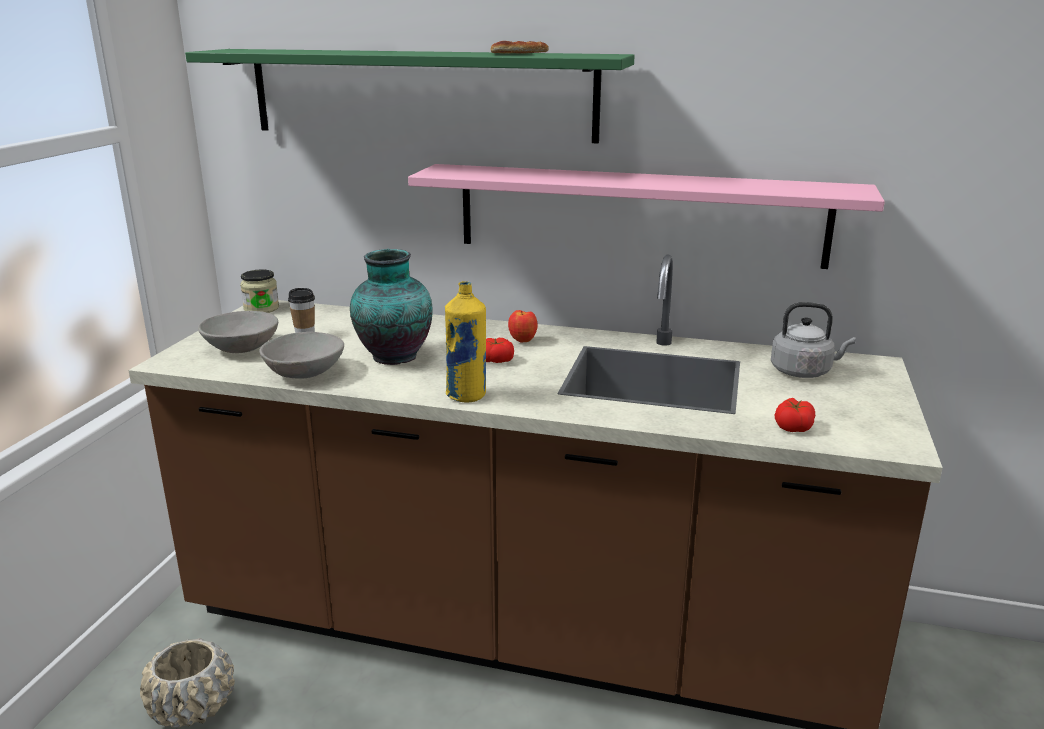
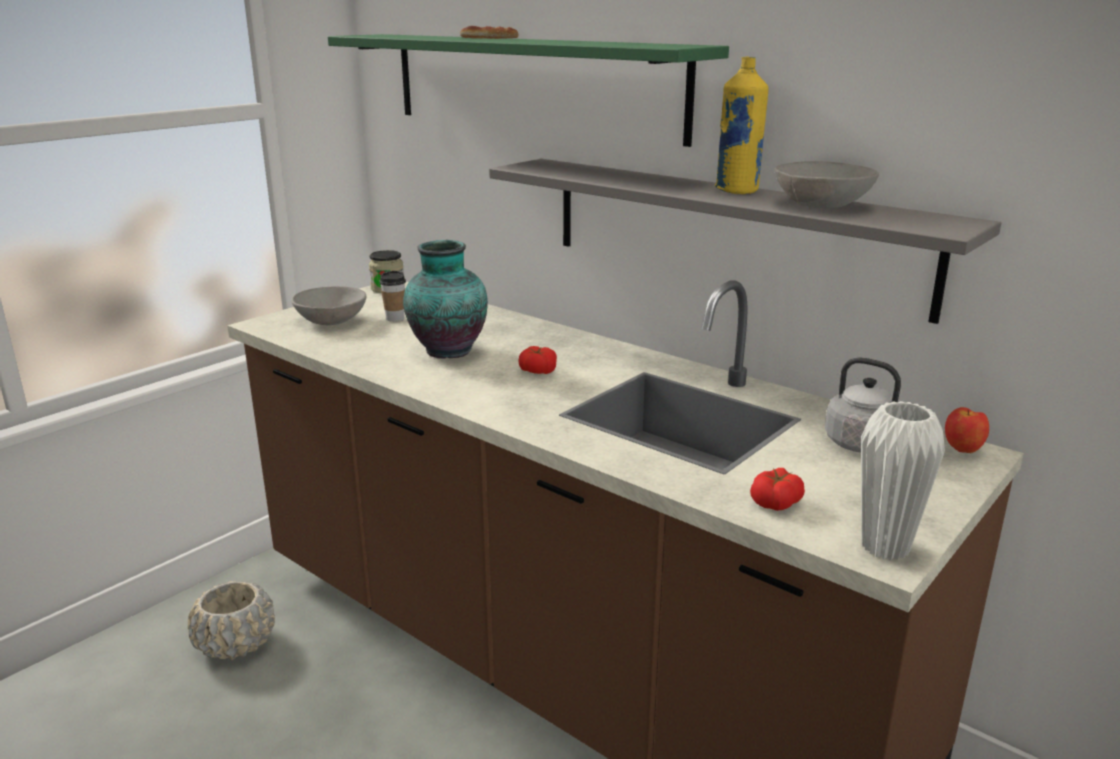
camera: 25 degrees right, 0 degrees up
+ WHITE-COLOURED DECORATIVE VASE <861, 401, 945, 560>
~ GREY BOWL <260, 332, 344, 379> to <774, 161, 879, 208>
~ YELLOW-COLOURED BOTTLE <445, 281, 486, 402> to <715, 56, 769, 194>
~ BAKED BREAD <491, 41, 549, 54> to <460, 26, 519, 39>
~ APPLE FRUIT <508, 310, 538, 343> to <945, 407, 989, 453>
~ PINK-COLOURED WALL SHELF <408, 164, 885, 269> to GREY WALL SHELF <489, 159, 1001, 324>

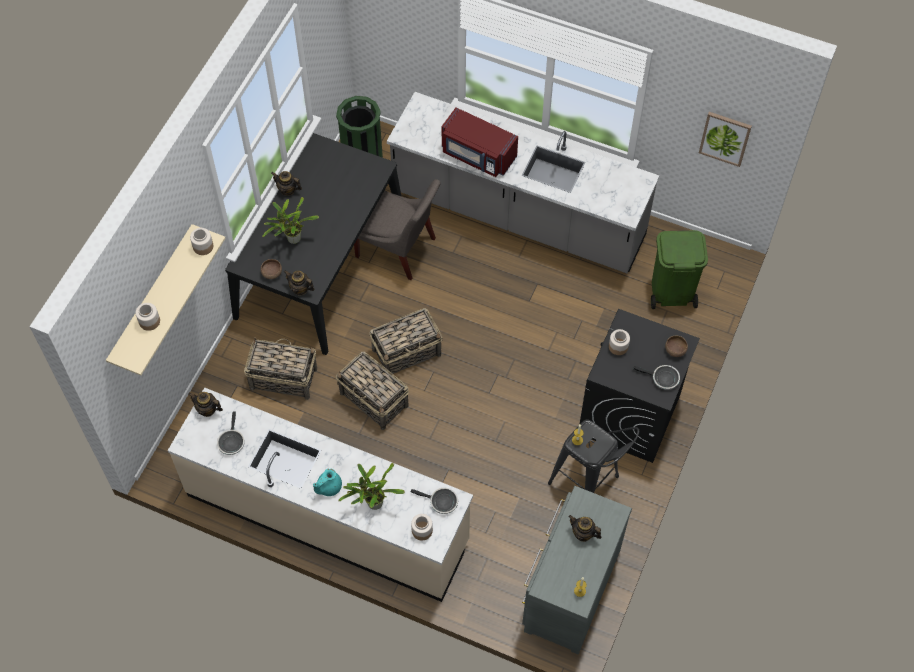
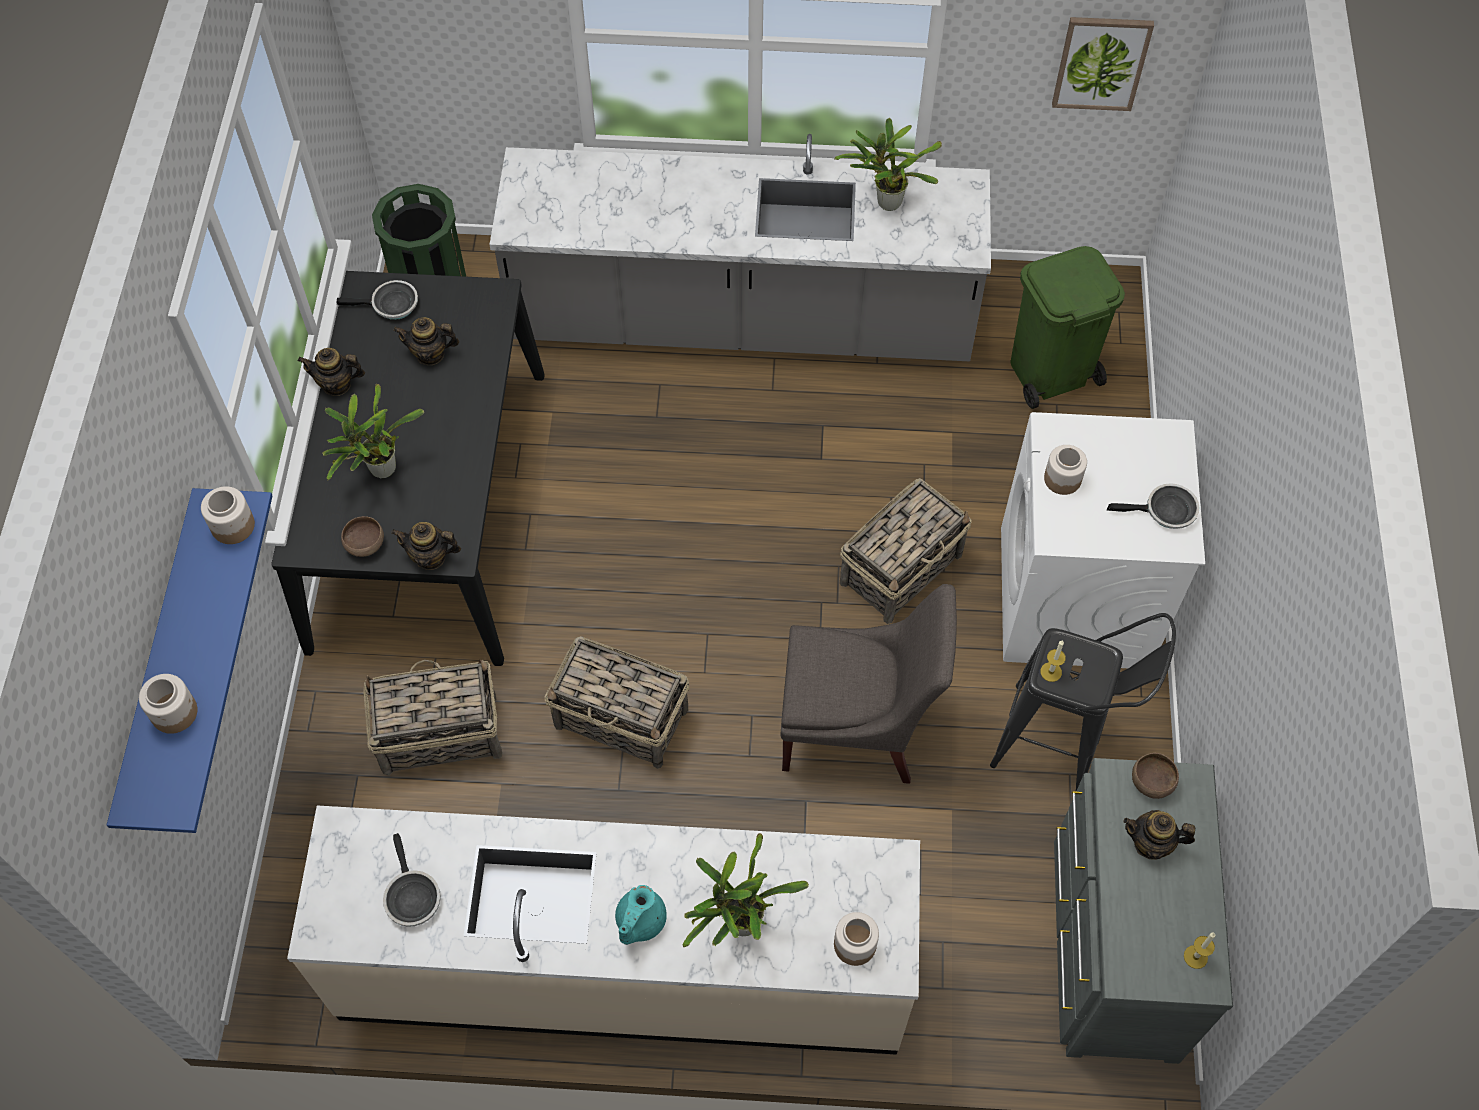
camera: 20 degrees left, 0 degrees up
- RED MICROWAVE <441, 107, 518, 177>
+ POTTED PLANT <835, 118, 942, 211>
~ TEAPOT <188, 392, 223, 417> to <393, 317, 459, 365>
~ GREY PLAIN CHAIR <354, 179, 441, 280> to <780, 584, 957, 784>
~ STORAGE BASKET <369, 308, 442, 374> to <840, 478, 972, 624>
~ FRYING PAN <411, 488, 458, 514> to <337, 280, 418, 320>
~ BROWN BOWL <665, 336, 688, 357> to <1132, 753, 1179, 799>
~ SAND-COLOURED WALL SHELF <106, 224, 226, 376> to BLUISH WALL SHELF <107, 488, 273, 833>
~ BLACK-COLOURED LAUNDRY APPLIANCE <580, 309, 700, 463> to WHITE-COLOURED LAUNDRY APPLIANCE <1001, 412, 1205, 668>

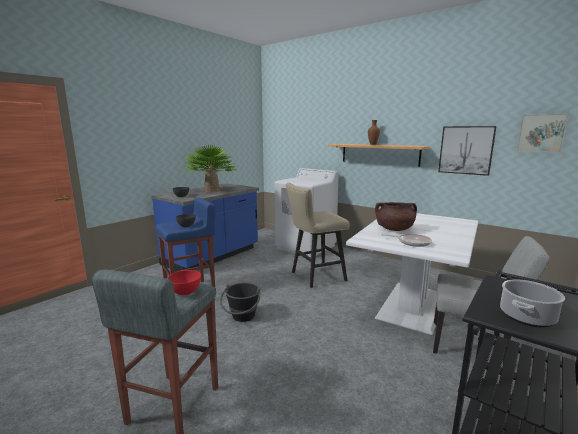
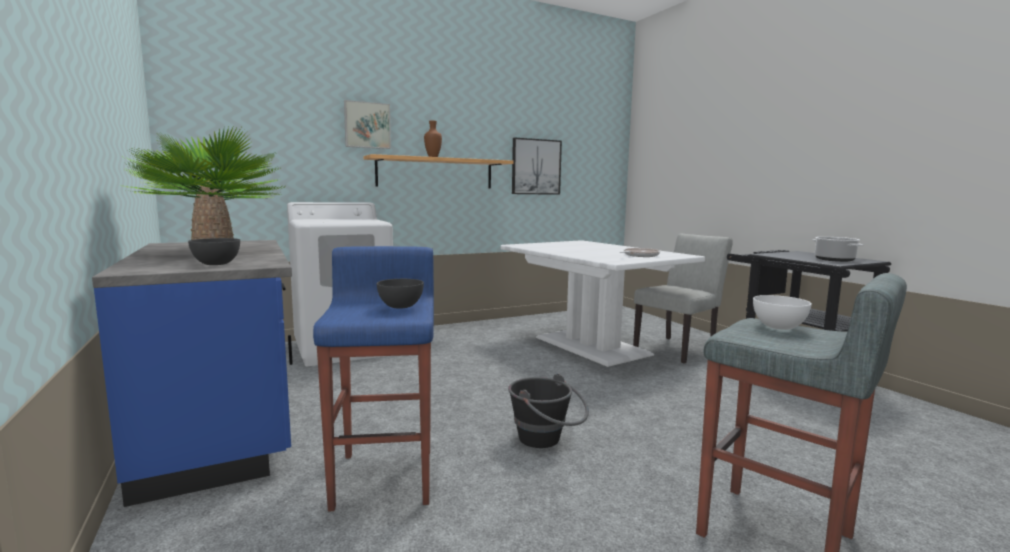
camera: 65 degrees left, 5 degrees down
- SAND-COLOURED STOOL <286, 183, 350, 288>
- BROWN COOKING POT <375, 202, 417, 231>
~ WALL PICTURE <517, 114, 569, 153> to <344, 100, 391, 149>
~ RED BOWL <167, 270, 201, 295> to WHITE-COLOURED BOWL <753, 295, 812, 330>

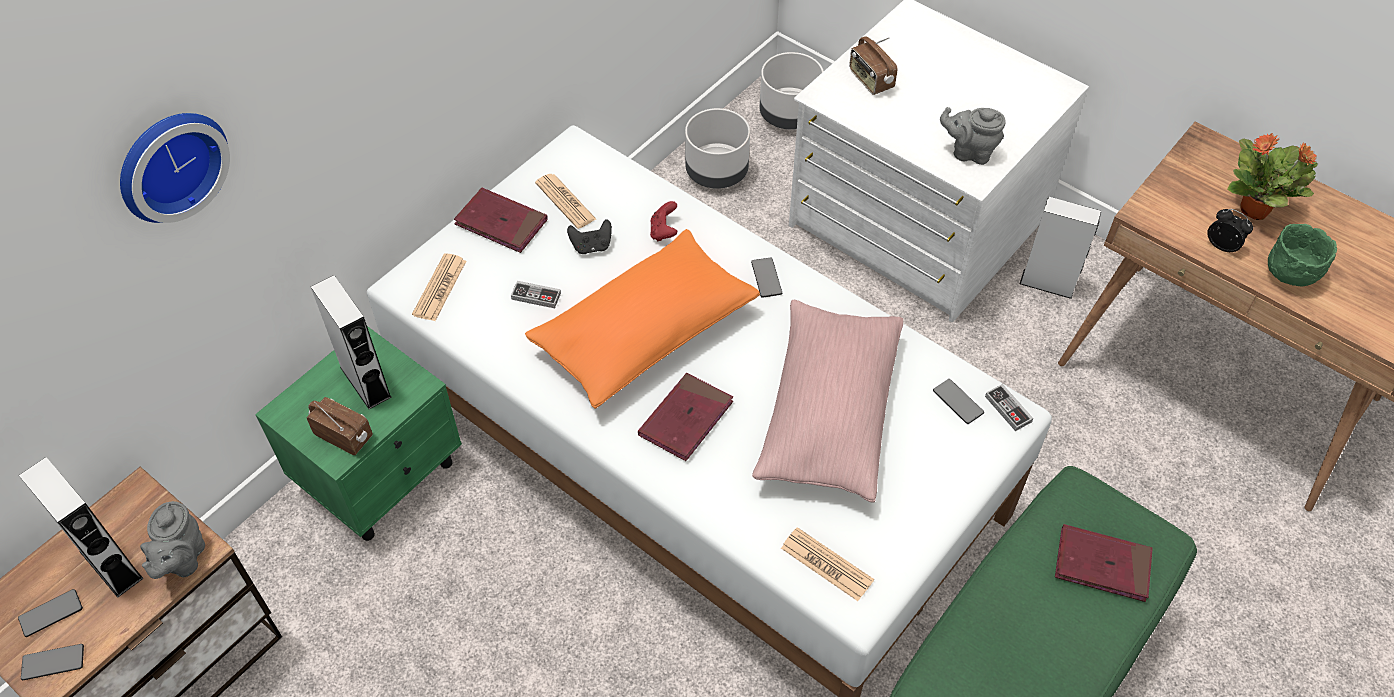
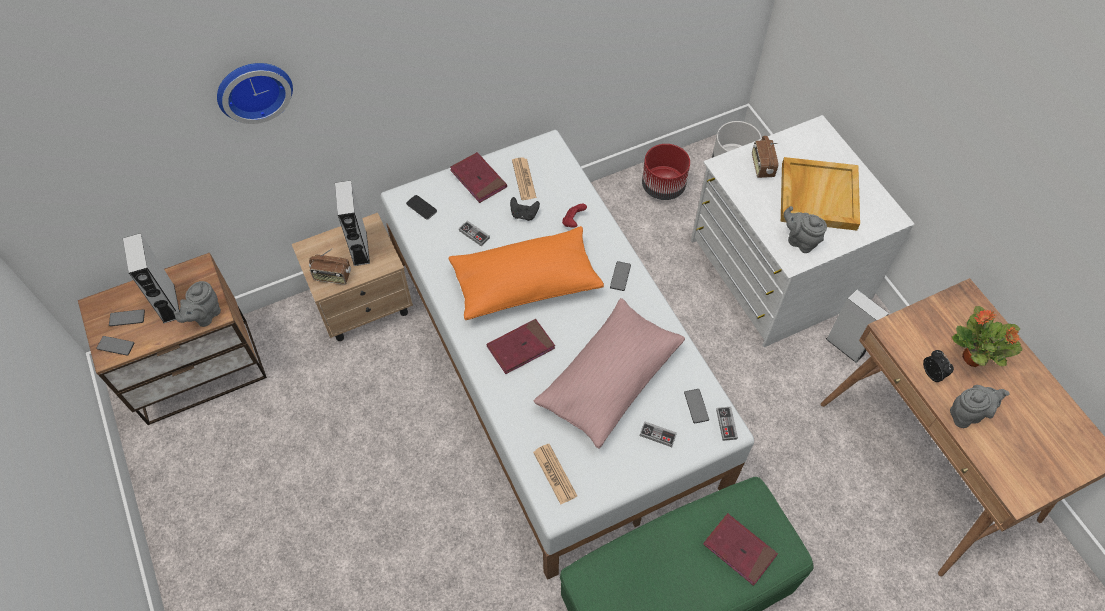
camera: 25 degrees right, 5 degrees up
+ GAME CONTROLLER <640, 421, 677, 447>
+ SAND-COLOURED CARRYING TRAY <781, 157, 860, 231>
~ NEWSPAPER <412, 254, 466, 321> to PHONE <406, 195, 437, 220>
~ GREEN-COLOURED BOWL <1268, 224, 1337, 287> to GREY TEAPOT <950, 385, 1010, 428>
~ GREEN-COLOURED NIGHT TABLE <255, 326, 462, 541> to SAND-COLOURED NIGHT TABLE <292, 213, 413, 341>
~ GREY PLANTER <685, 108, 750, 189> to RED PLANTER <642, 144, 690, 200>
~ RADIO RECEIVER <307, 397, 373, 455> = <309, 248, 351, 285> 135 degrees clockwise

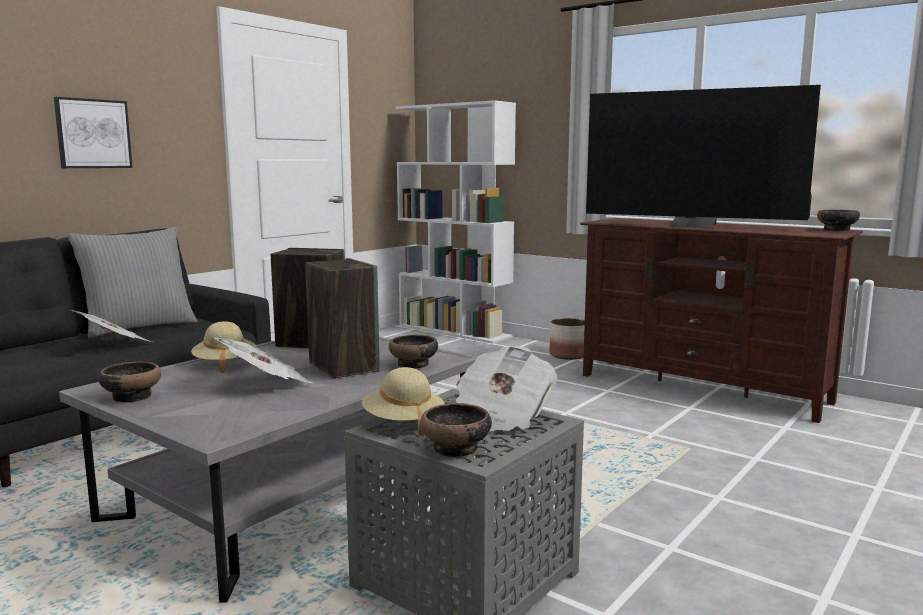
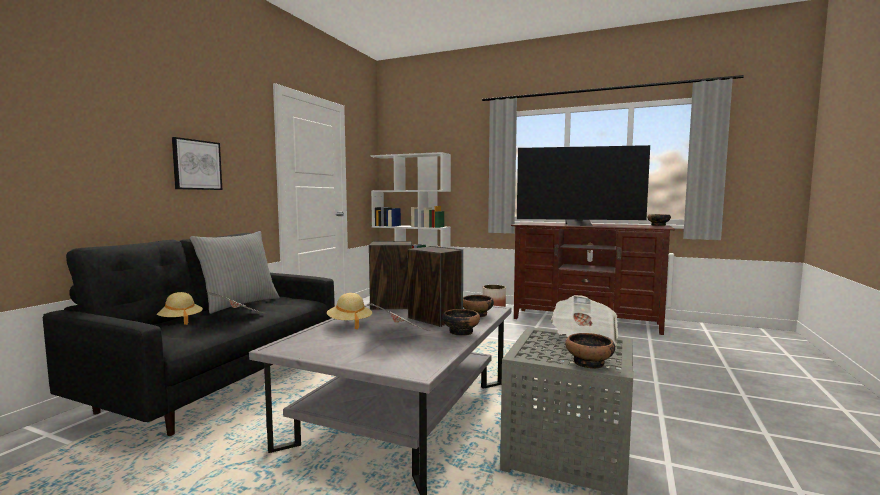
camera: 15 degrees left, 5 degrees down
~ BOWL <98, 362, 161, 403> to <442, 309, 480, 336>
~ SAND-COLOURED CLOTHING HAT <362, 367, 445, 436> to <157, 292, 203, 325>

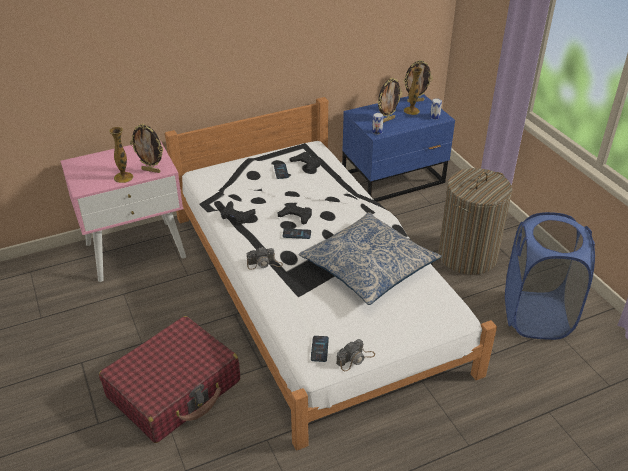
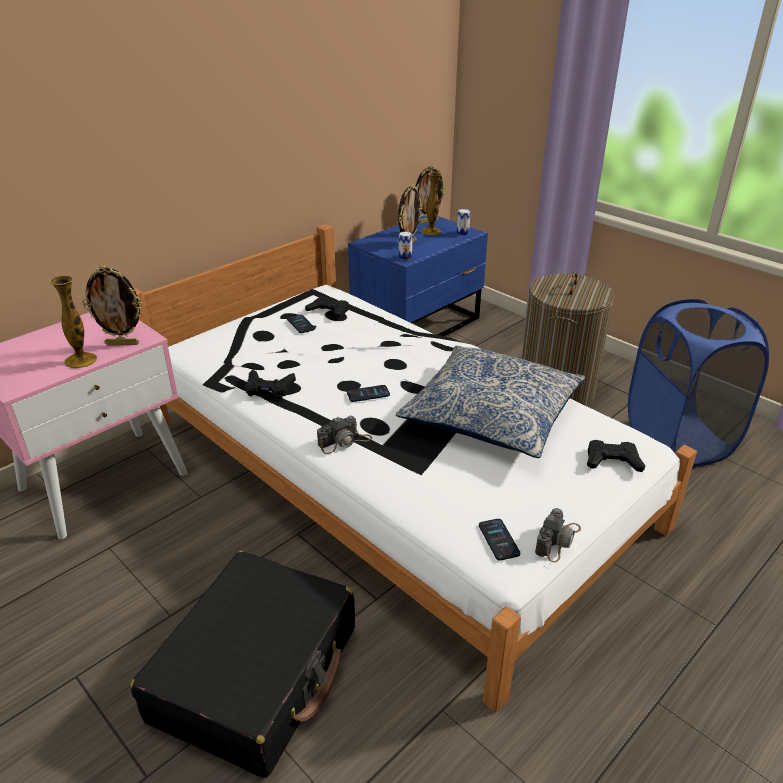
camera: 20 degrees left, 5 degrees down
~ BLACK-COLOURED GAME CONTROLLER <278, 203, 312, 225> to <587, 440, 645, 472>
~ RED PIECE OF LUGGAGE <99, 316, 240, 443> to BLACK-COLOURED PIECE OF LUGGAGE <130, 551, 355, 778>

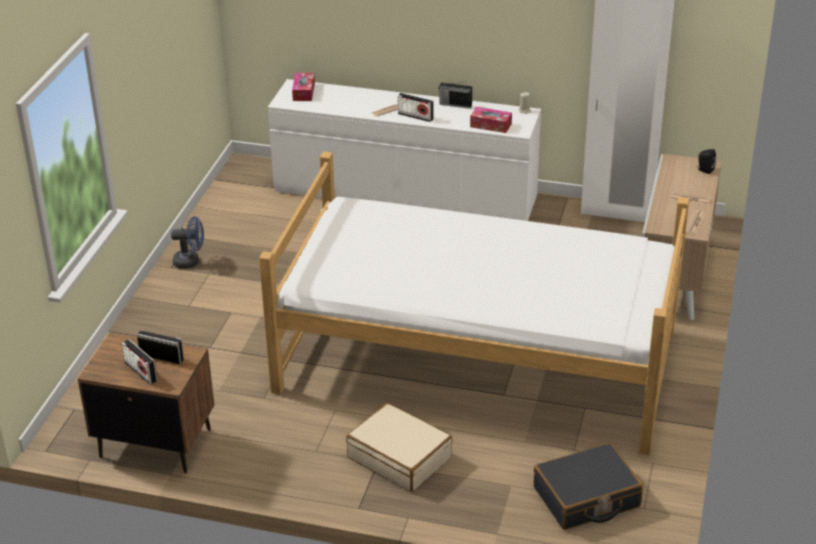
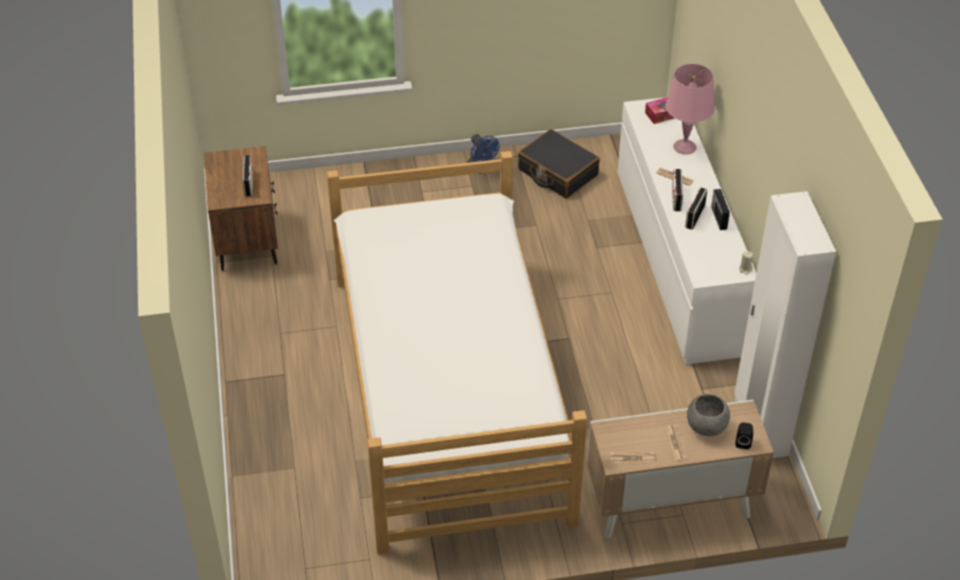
camera: 65 degrees right, 10 degrees up
- SAND-COLOURED PIECE OF LUGGAGE <346, 403, 453, 492>
- TISSUE HOLDER <470, 107, 512, 133>
+ PINK-COLOURED TABLETOP LAMP <666, 64, 714, 155>
+ GREY BOWL <687, 394, 730, 436>
~ RADIO RECEIVER <122, 339, 158, 384> to <685, 187, 707, 230>
~ BLACK-COLOURED PIECE OF LUGGAGE <534, 443, 643, 530> to <518, 129, 600, 198>

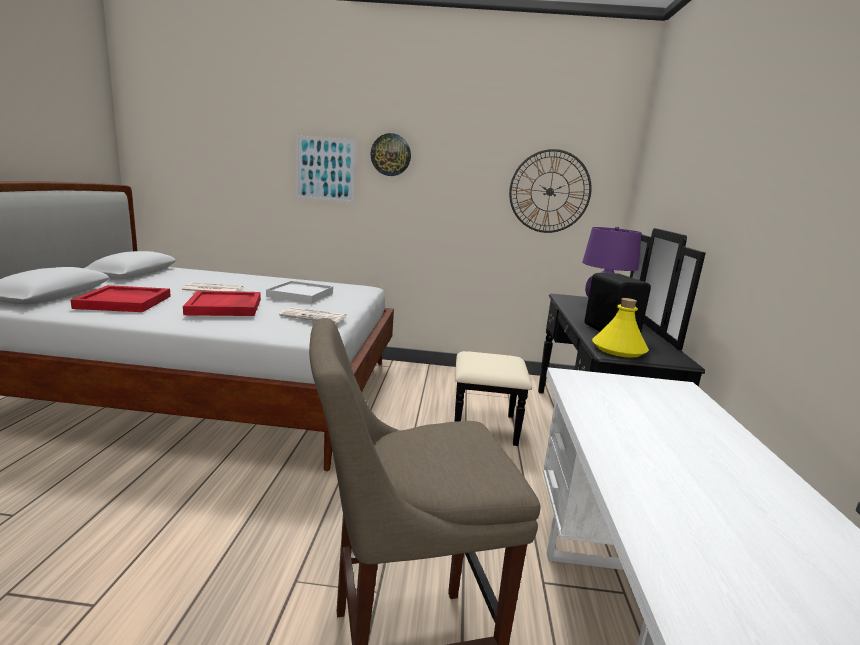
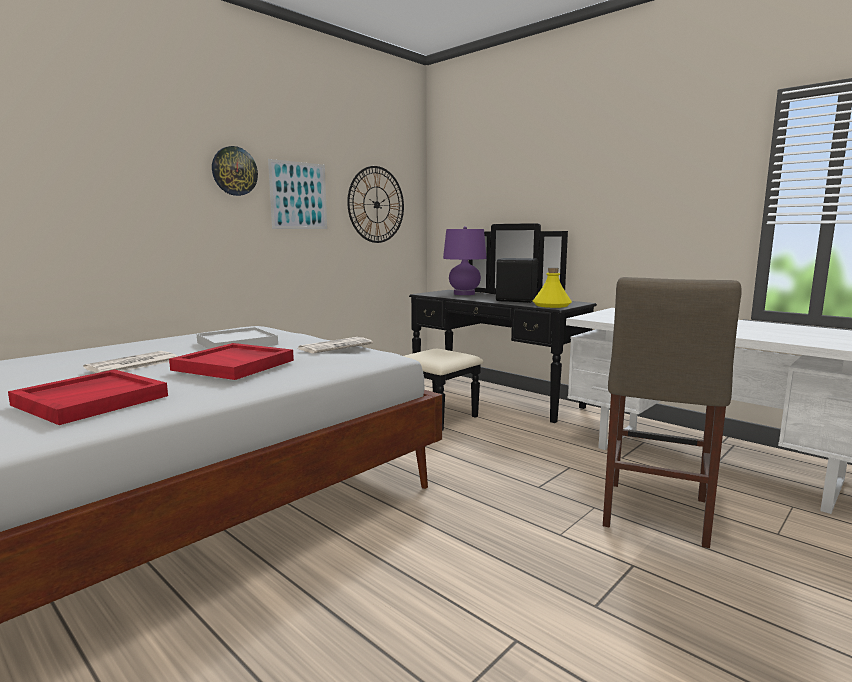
camera: 50 degrees left, 5 degrees down
~ WALL PICTURE <296, 135, 356, 203> to <268, 159, 327, 229>

